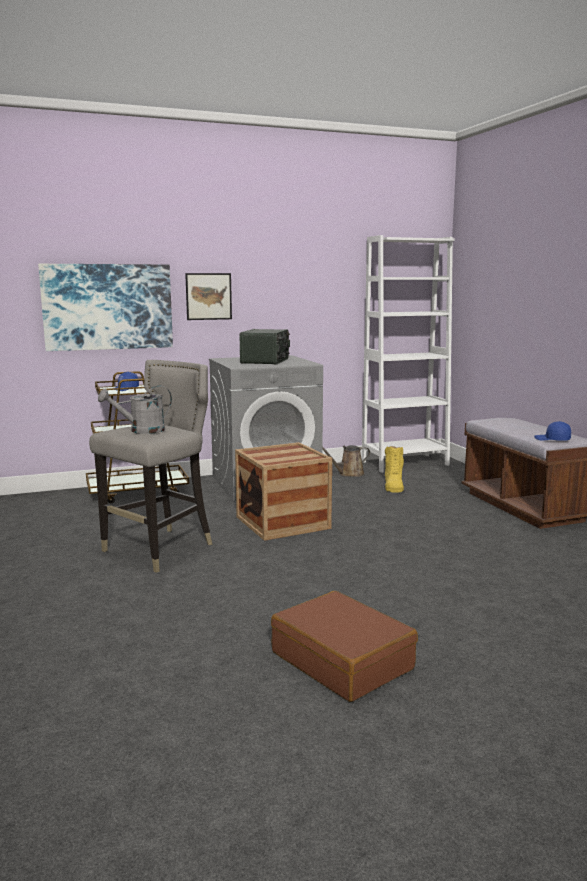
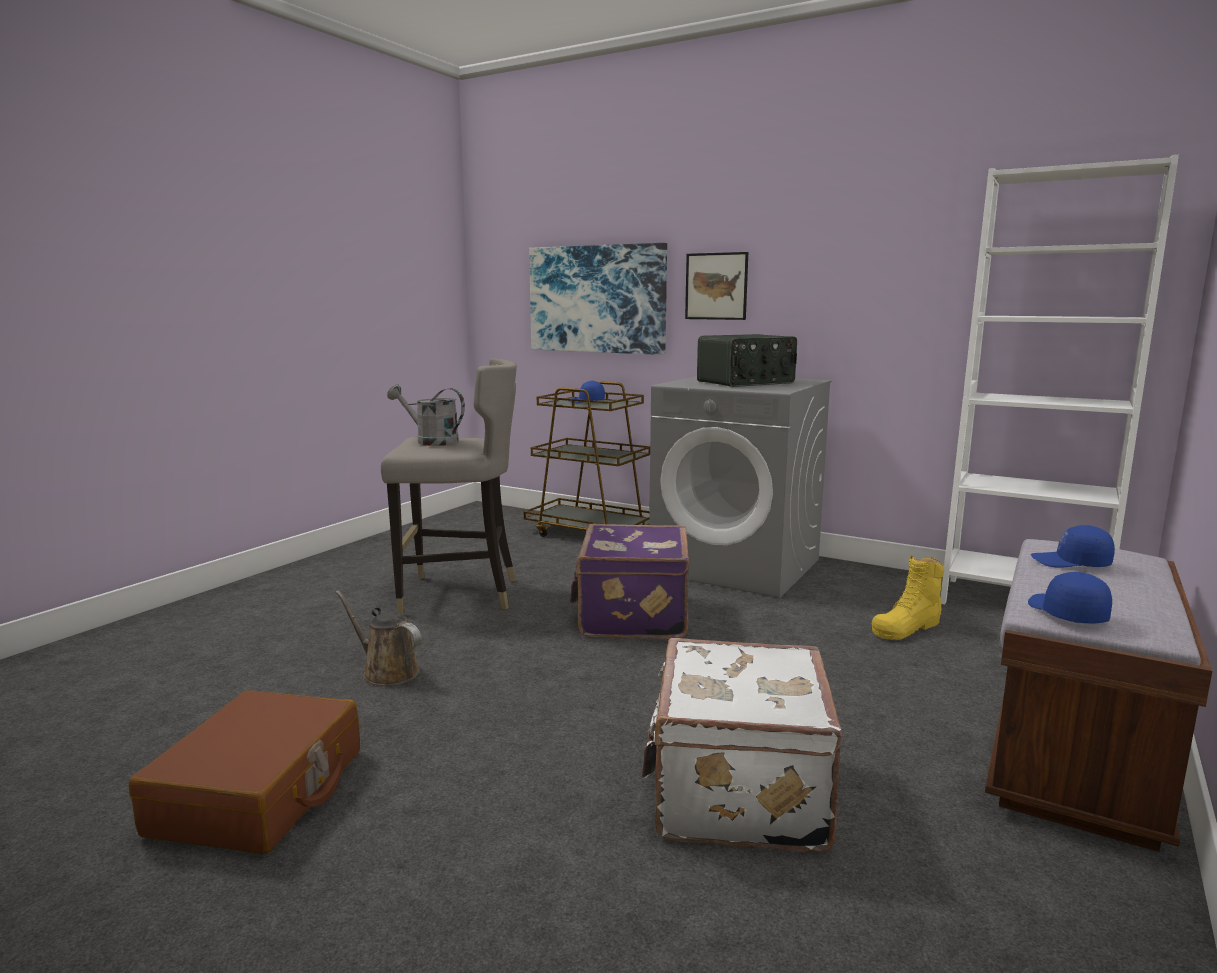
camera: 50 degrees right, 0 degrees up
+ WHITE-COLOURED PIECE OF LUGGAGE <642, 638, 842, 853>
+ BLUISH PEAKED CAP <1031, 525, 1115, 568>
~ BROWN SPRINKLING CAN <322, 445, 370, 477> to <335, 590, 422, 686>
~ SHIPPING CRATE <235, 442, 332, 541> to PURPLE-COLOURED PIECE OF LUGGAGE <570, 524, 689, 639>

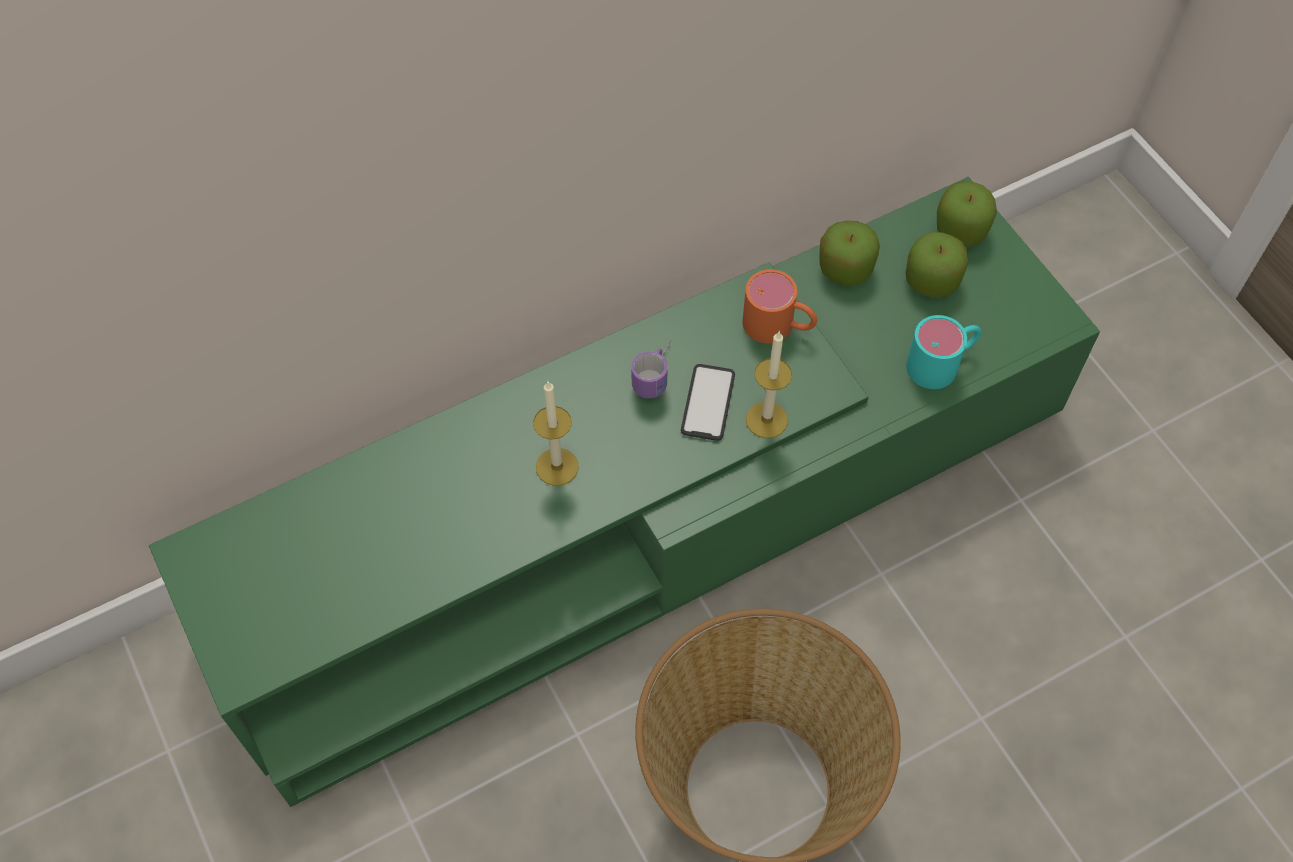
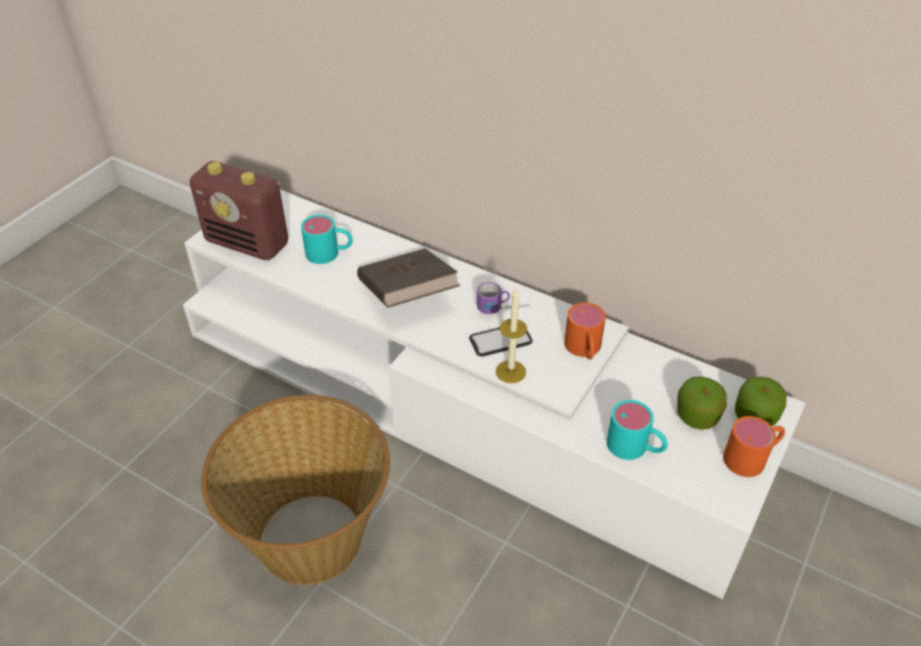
camera: 60 degrees right, 15 degrees down
- APPLE FRUIT <819, 221, 880, 286>
+ RADIO RECEIVER <190, 161, 288, 260>
+ TURQUOISE TEA MUG <301, 215, 353, 264>
+ ORANGEY TEA MUG <723, 416, 785, 477>
~ WAX LIGHT <533, 382, 579, 486> to BROWN VOLUME <357, 248, 460, 308>
~ GREEN-COLOURED TV STAND <149, 177, 1100, 807> to WHITE-COLOURED TV STAND <183, 190, 806, 599>

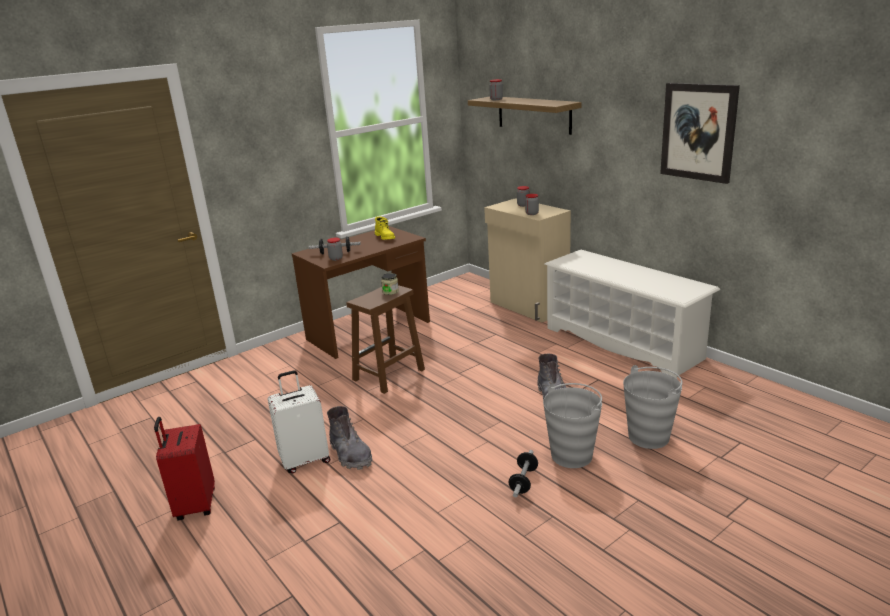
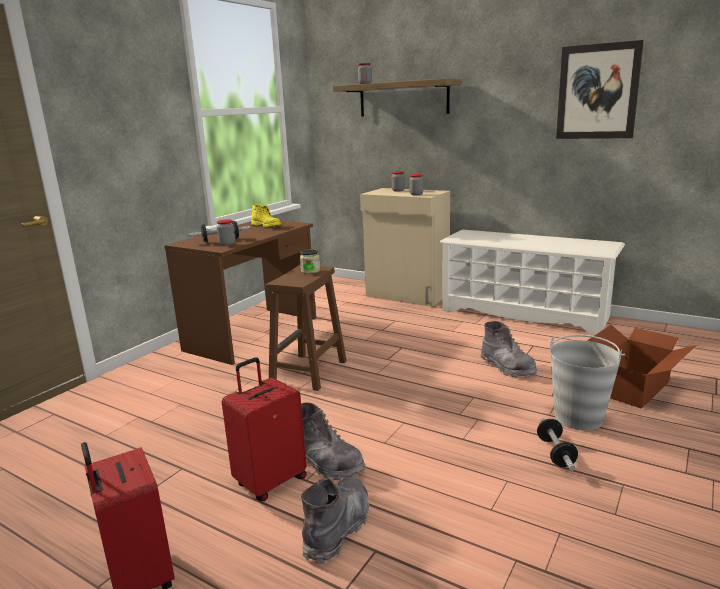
camera: 20 degrees left, 5 degrees down
+ GREY BOOT <301, 477, 369, 564>
~ GREY PAIL <623, 365, 683, 449> to CARTON <587, 325, 696, 409>
~ WHITE-COLOURED PIECE OF LUGGAGE <268, 370, 330, 473> to RED PIECE OF LUGGAGE <222, 357, 307, 501>

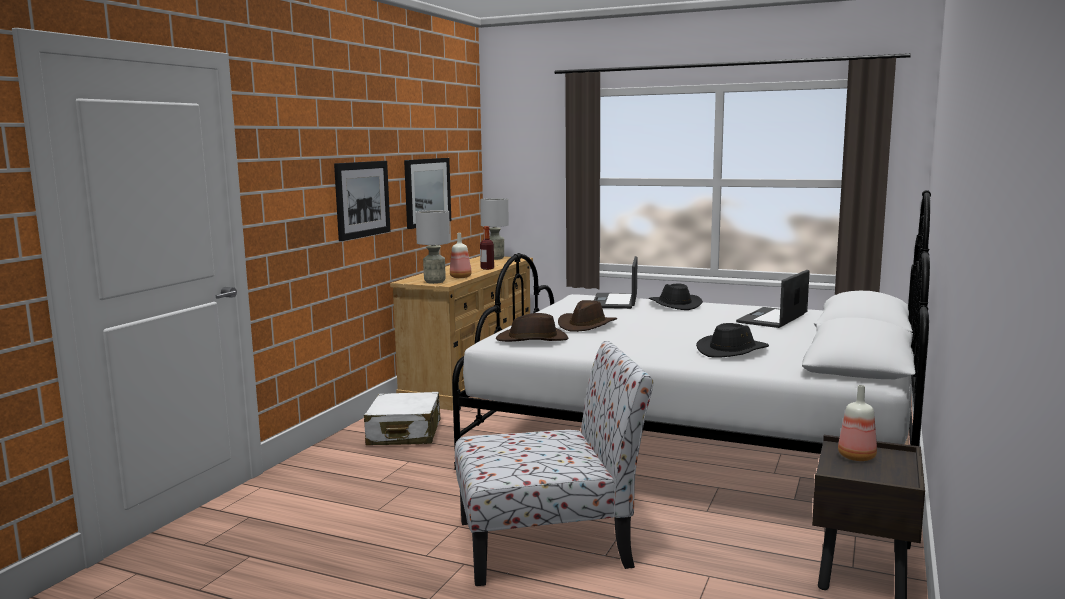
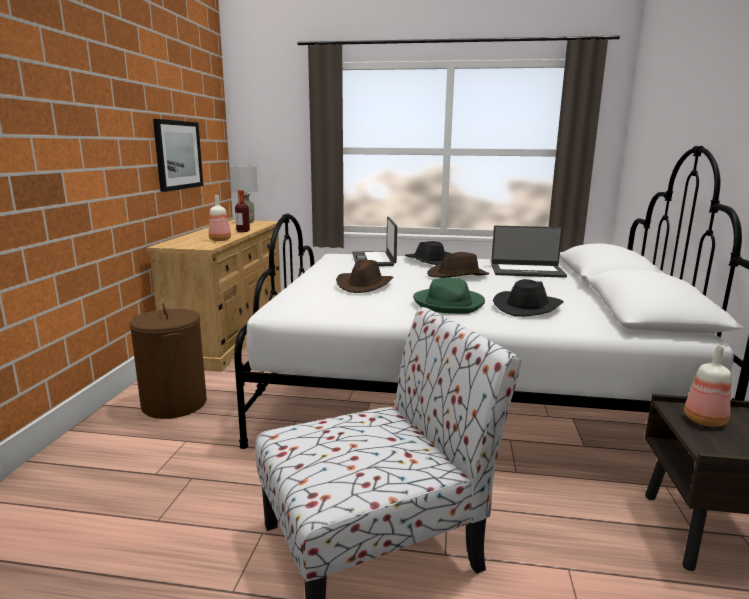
camera: 15 degrees left, 5 degrees up
- WALL PICTURE <334, 161, 391, 241>
- GREY TABLETOP LAMP <415, 210, 450, 284>
+ GREEN-COLOURED CLOTHING HAT <413, 277, 485, 314>
~ BROWN CLOTHING HAT <495, 313, 568, 342> to <427, 252, 489, 278>
~ WHITE-COLOURED PIECE OF LUGGAGE <364, 392, 440, 445> to BROWN LAUNDRY BASKET <130, 303, 207, 419>
~ LAPTOP <736, 270, 810, 328> = <491, 226, 567, 278> 105 degrees counterclockwise

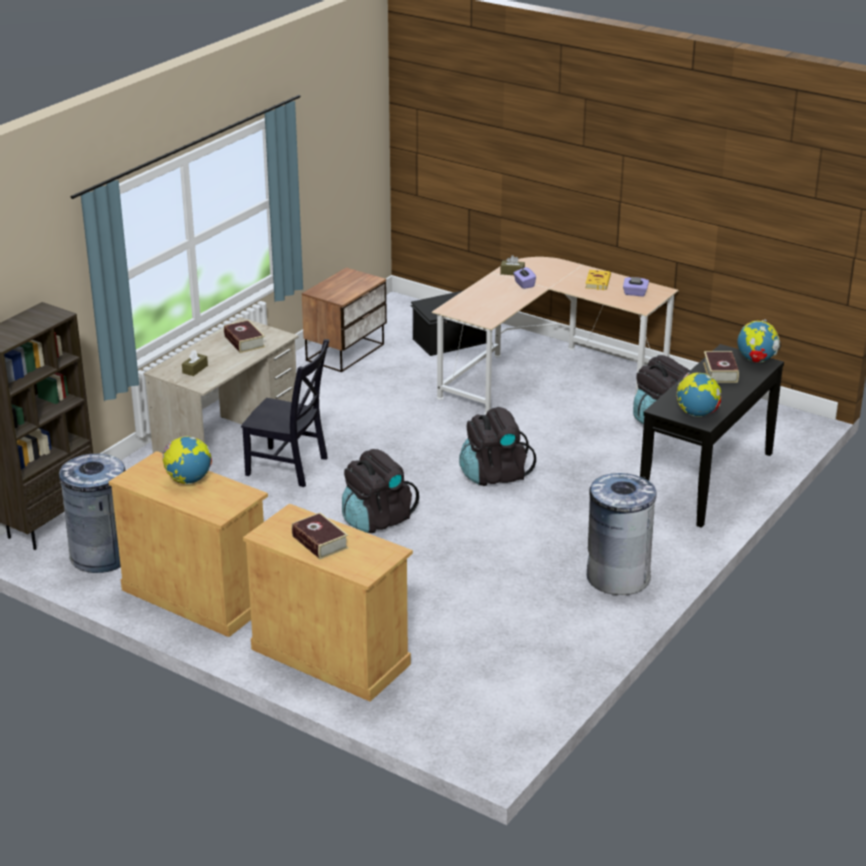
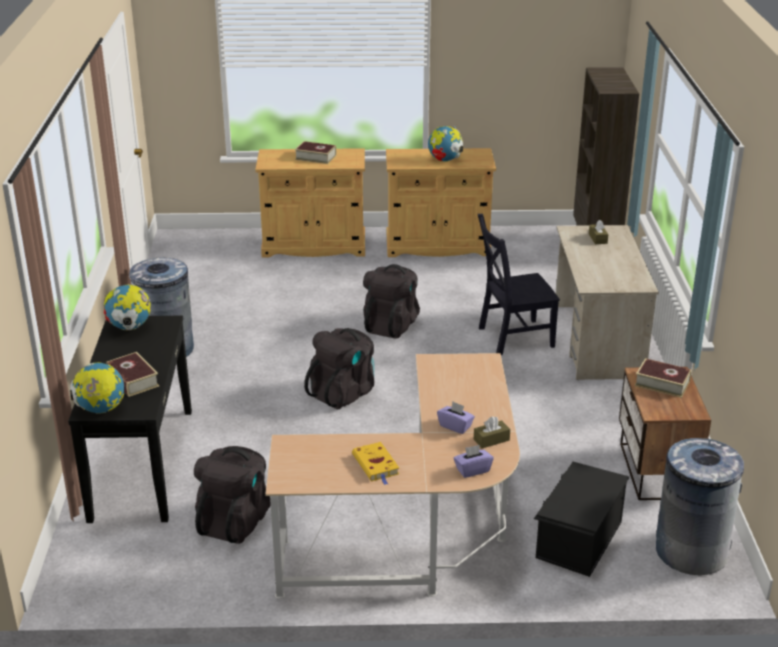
camera: 145 degrees right, 0 degrees up
~ GREY WASTE BIN <59, 454, 125, 573> to <656, 438, 744, 575>
~ VOLUME <224, 320, 265, 353> to <635, 358, 692, 398>
~ PURPLE-COLOURED TISSUE HOLDER <623, 277, 649, 296> to <454, 445, 494, 478>

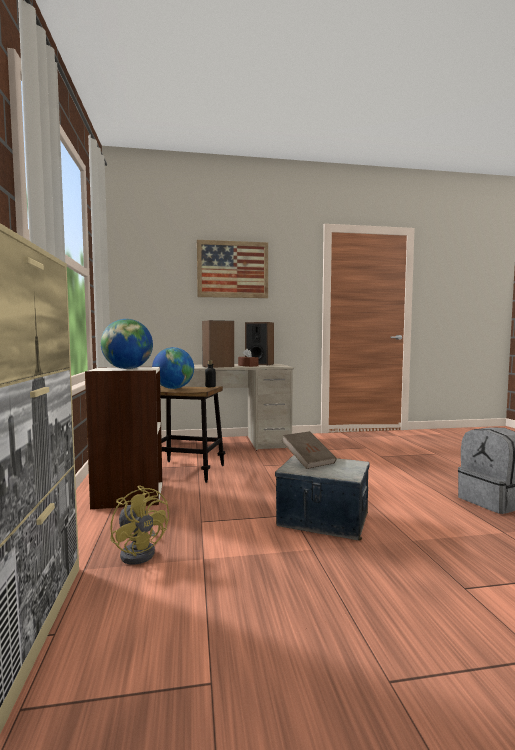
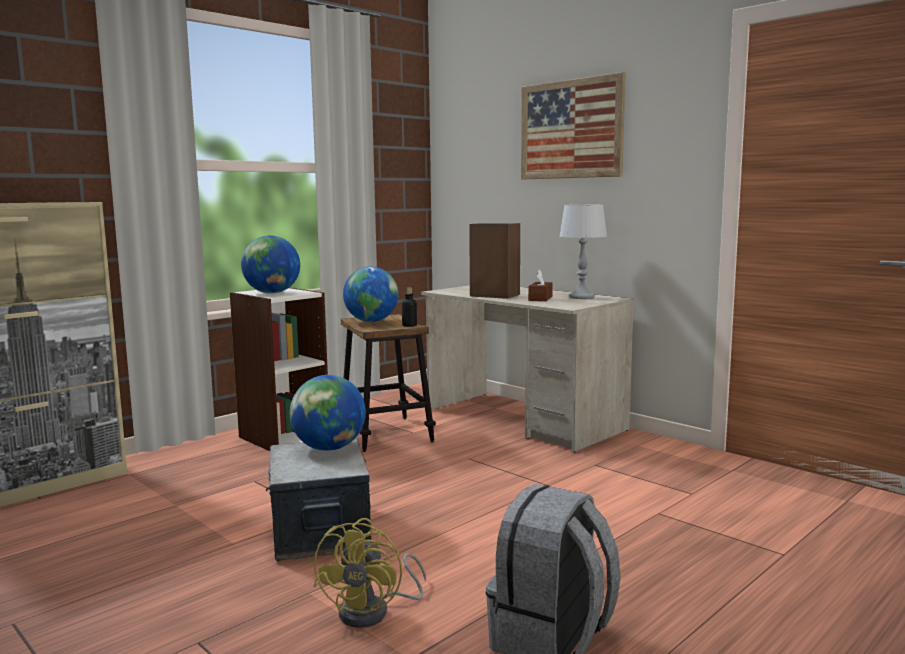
camera: 55 degrees right, 5 degrees up
~ YELLOW-COLOURED ELECTRIC FAN <110, 485, 169, 565> to <313, 518, 426, 628>
~ LOUDSPEAKER <245, 322, 274, 365> to GREY TABLETOP LAMP <559, 204, 607, 299>
~ BROWN VOLUME <282, 431, 336, 469> to DESK GLOBE <290, 375, 366, 451>

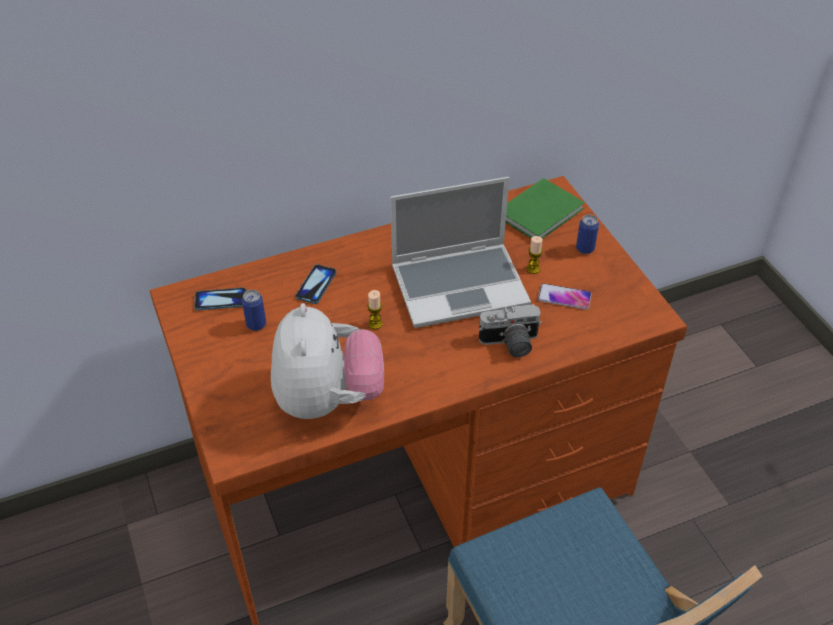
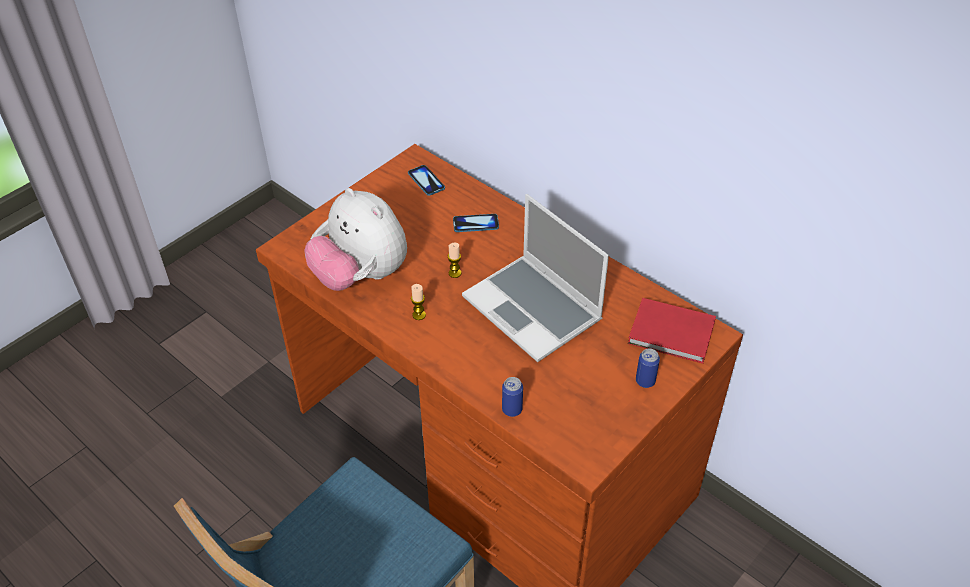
camera: 65 degrees right, 0 degrees up
- STILL CAMERA <479, 304, 542, 357>
- PHONE <538, 283, 591, 310>
~ METAL CAN <242, 290, 266, 331> to <502, 377, 523, 417>
~ WAX LIGHT <527, 236, 543, 274> to <411, 284, 426, 320>
~ GREEN-COLOURED VOLUME <506, 178, 585, 239> to RED VOLUME <628, 298, 716, 364>
~ CUDDLY TOY <271, 303, 384, 419> = <304, 188, 407, 291> 75 degrees clockwise

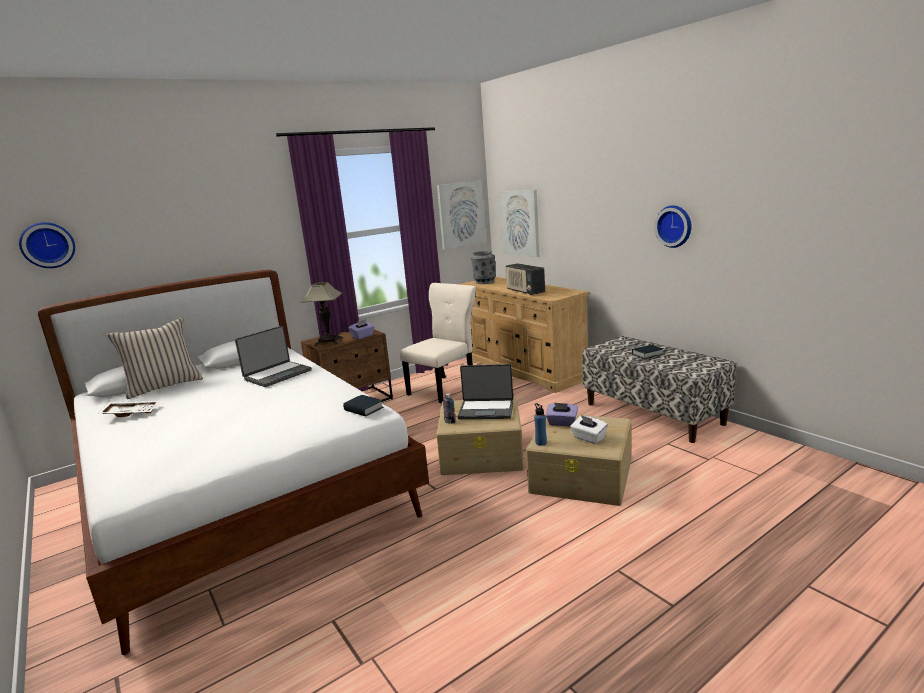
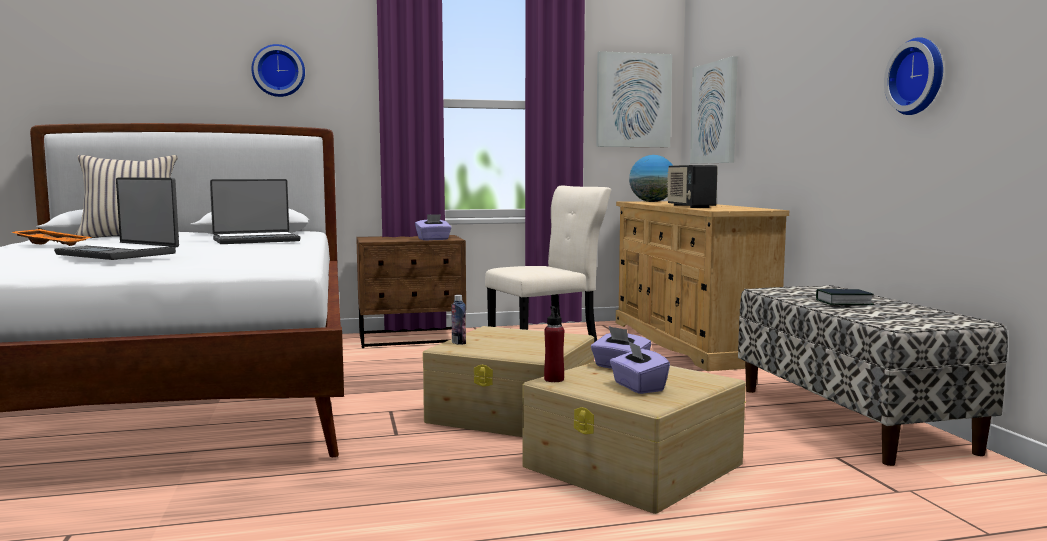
camera: 20 degrees right, 10 degrees down
- TABLETOP LAMP <301, 282, 343, 346>
- VOLUME <343, 395, 383, 417>
~ CLOCK ON THE WALL <19, 222, 75, 268> to <251, 44, 305, 97>
~ LAPTOP <457, 364, 513, 419> to <54, 177, 179, 260>
~ GREY DECORATIVE VASE <471, 251, 496, 284> to DESK GLOBE <629, 155, 673, 202>
~ WHITE-COLOURED CARRYING TRAY <98, 401, 159, 417> to ORANGEY CARRYING TRAY <11, 229, 92, 246>
~ BLUISH BOTTLE <534, 403, 547, 446> to RED BOTTLE <544, 306, 564, 382>
~ WHITE-COLOURED TISSUE HOLDER <570, 415, 608, 444> to PURPLE-COLOURED TISSUE HOLDER <610, 341, 670, 394>

